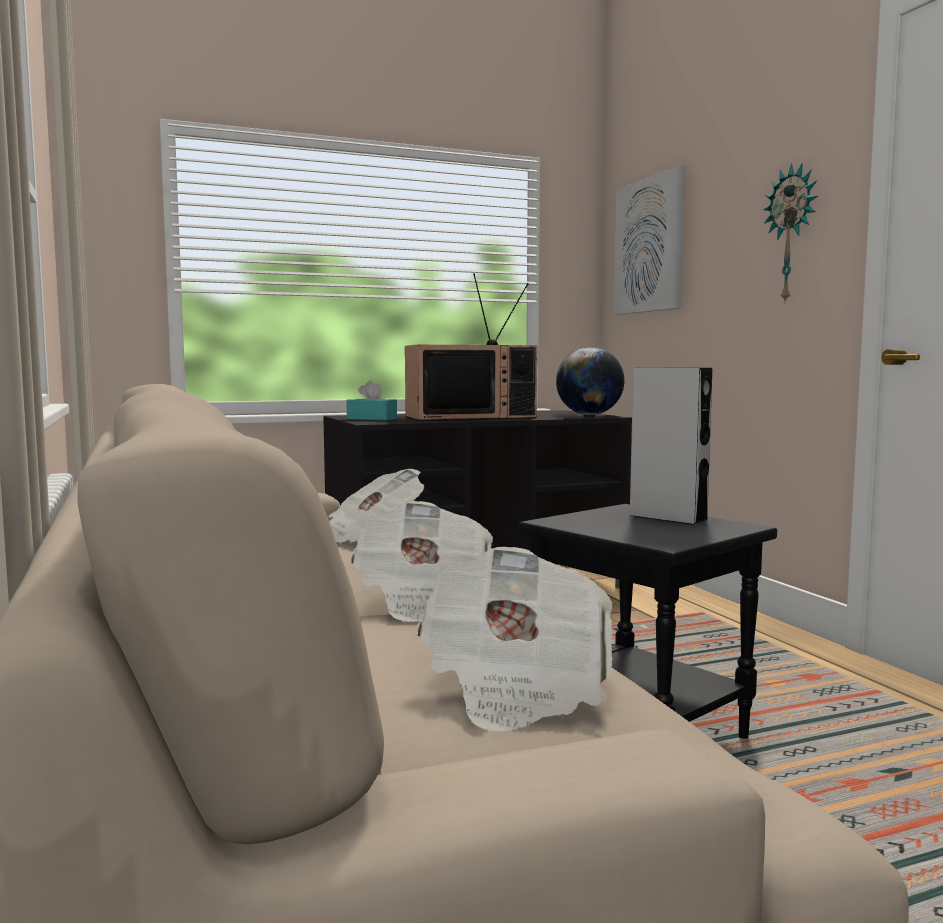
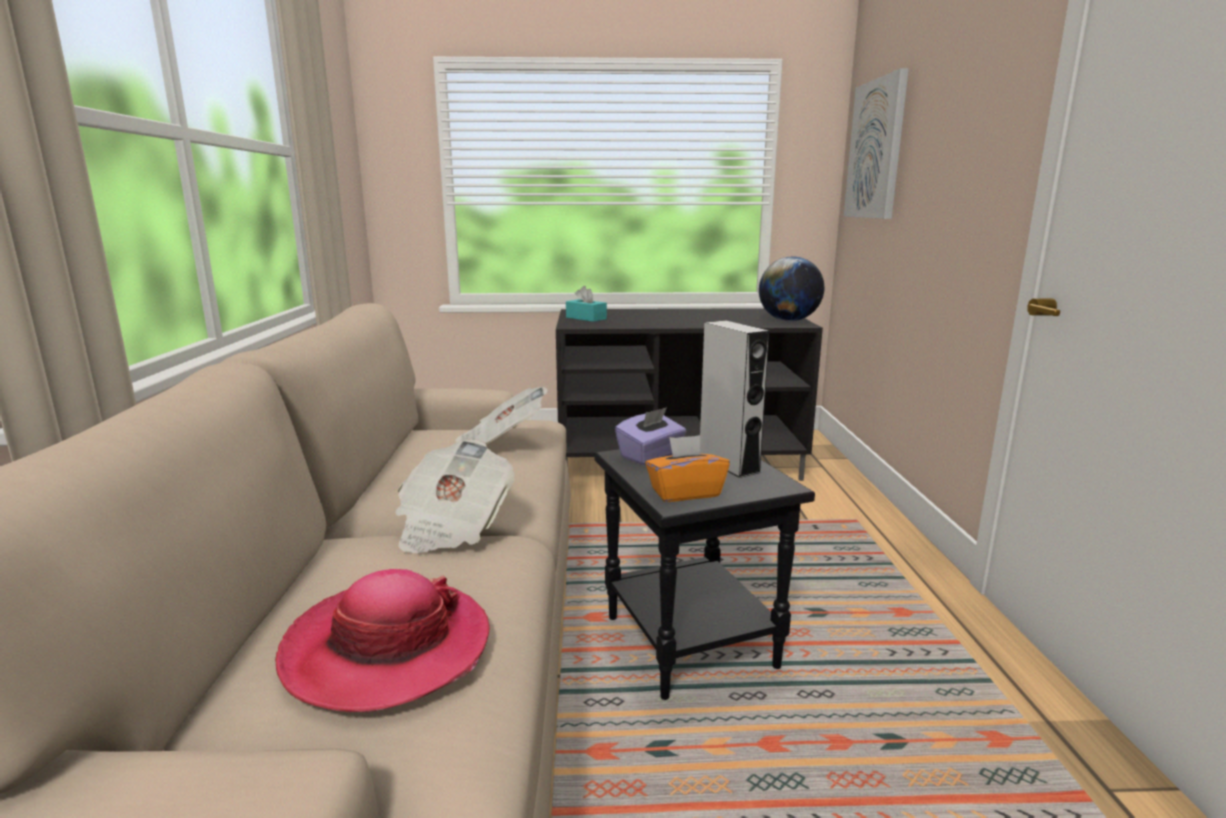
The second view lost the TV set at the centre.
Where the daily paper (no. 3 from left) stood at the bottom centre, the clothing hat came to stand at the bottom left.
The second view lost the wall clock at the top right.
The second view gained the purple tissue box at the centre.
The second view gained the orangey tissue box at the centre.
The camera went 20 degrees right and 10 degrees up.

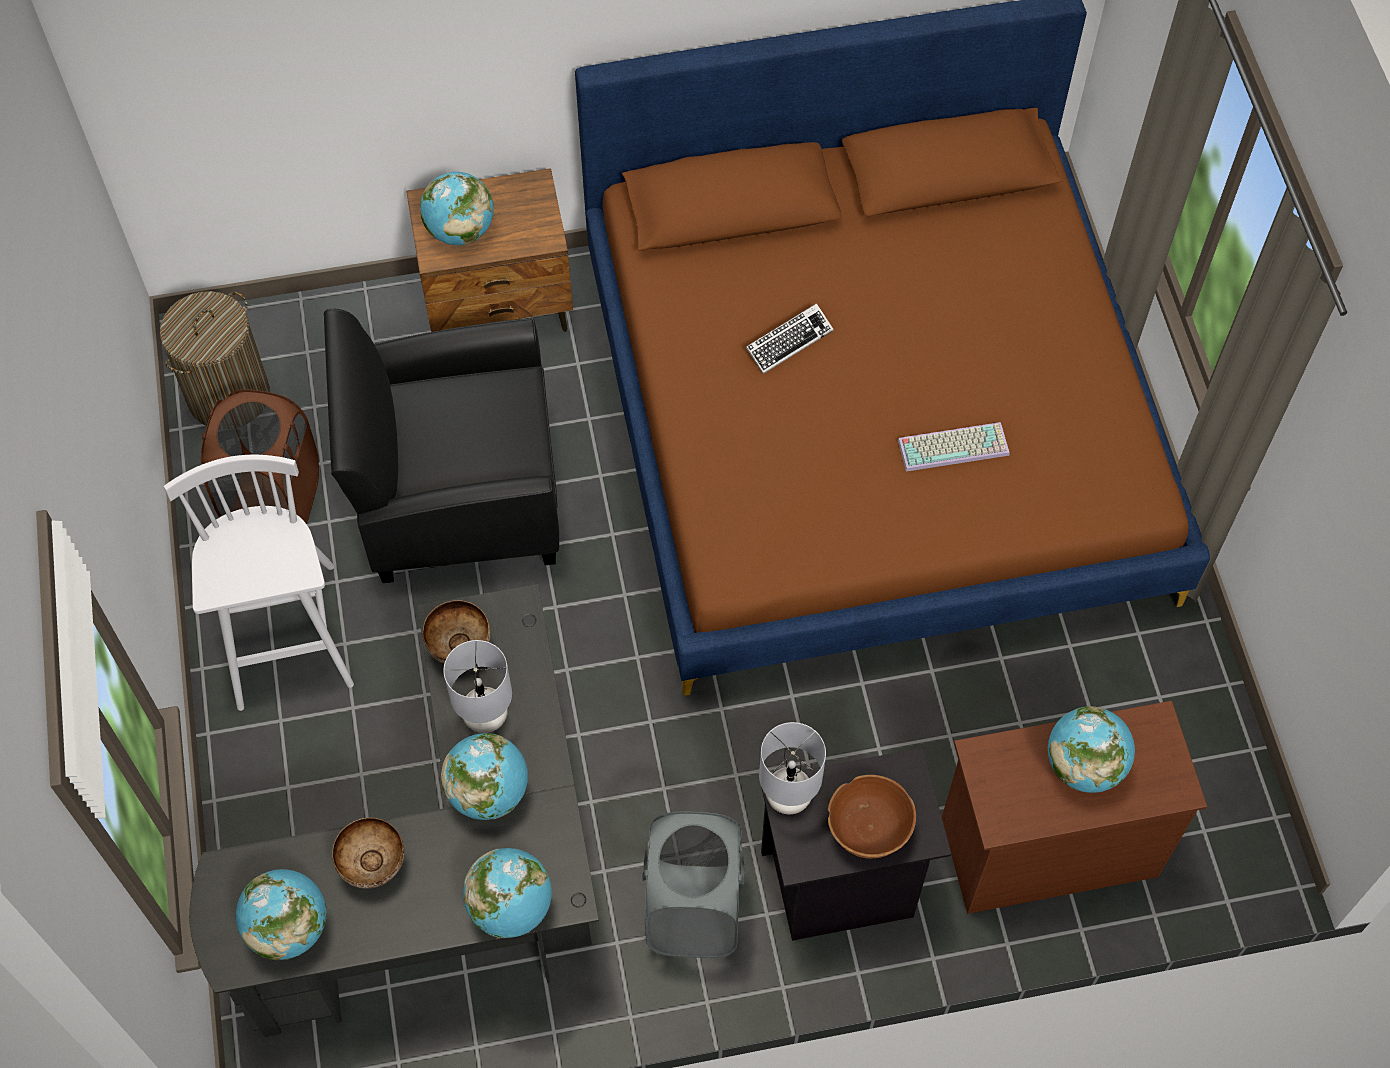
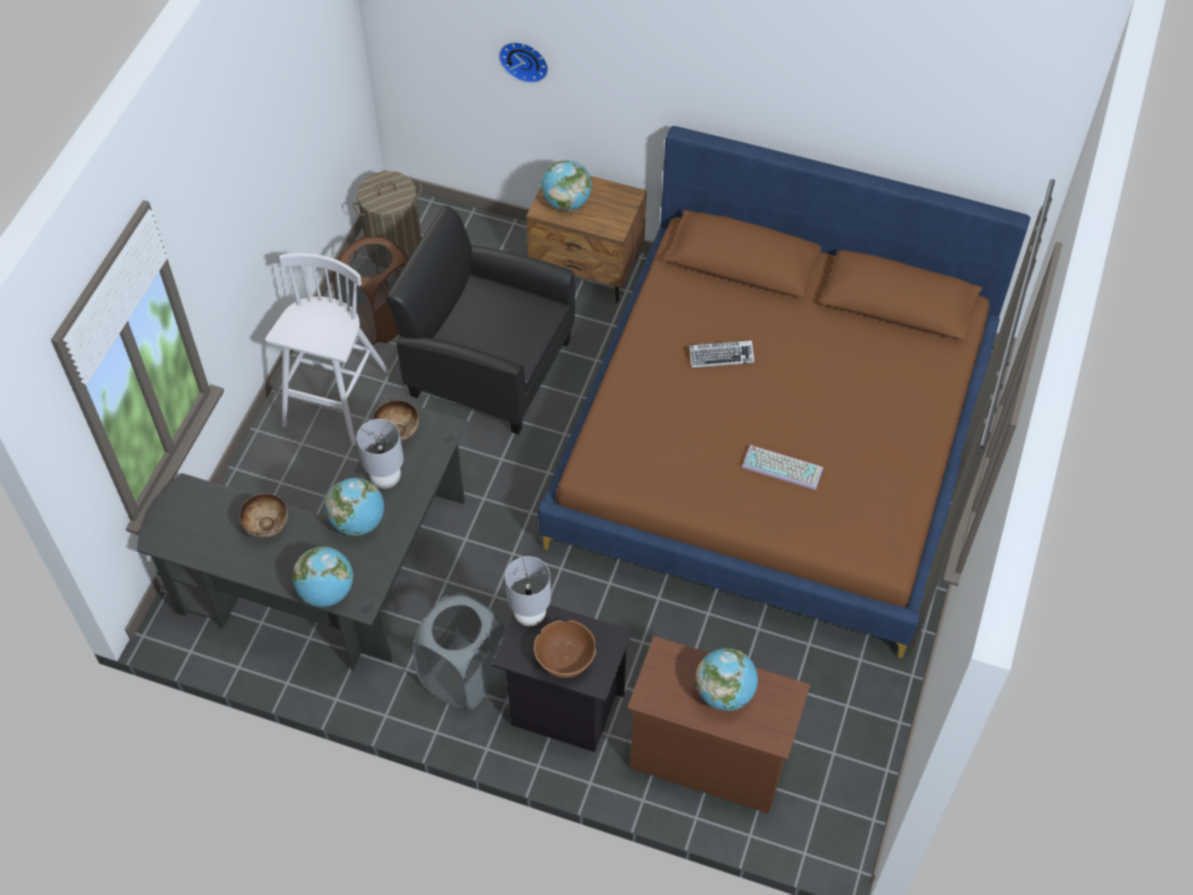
The second view lost the world globe (no. 1 from left) at the bottom left.
The second view gained the wall clock at the top centre.
The camera went 30 degrees right and 5 degrees down.

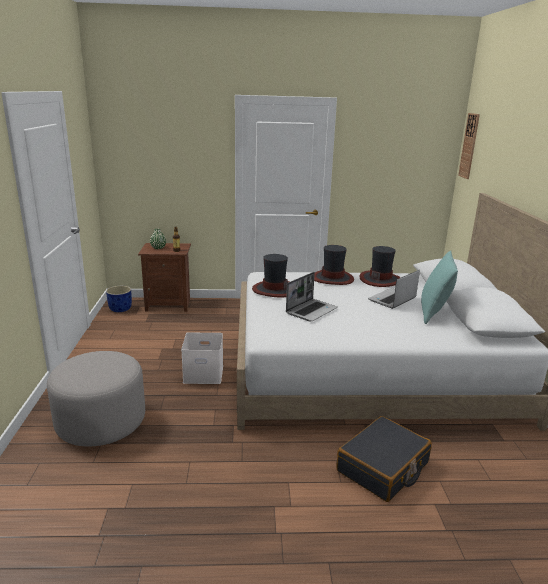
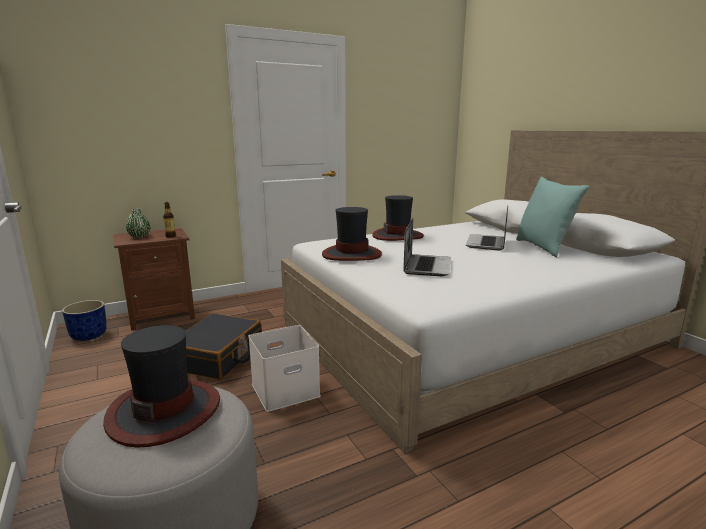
The blackish travel case ended up elsewhere, having gone from the bottom right to the middle left.
The clothing hat (no. 3 from left in the first image) ended up elsewhere, having gone from the middle right to the bottom left.
The second view lost the wall clock at the top right.
The camera went 25 degrees left and 5 degrees down.

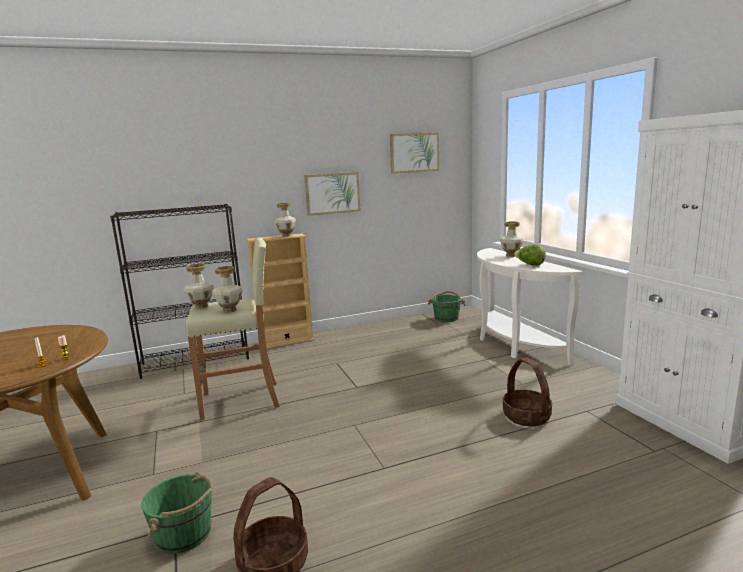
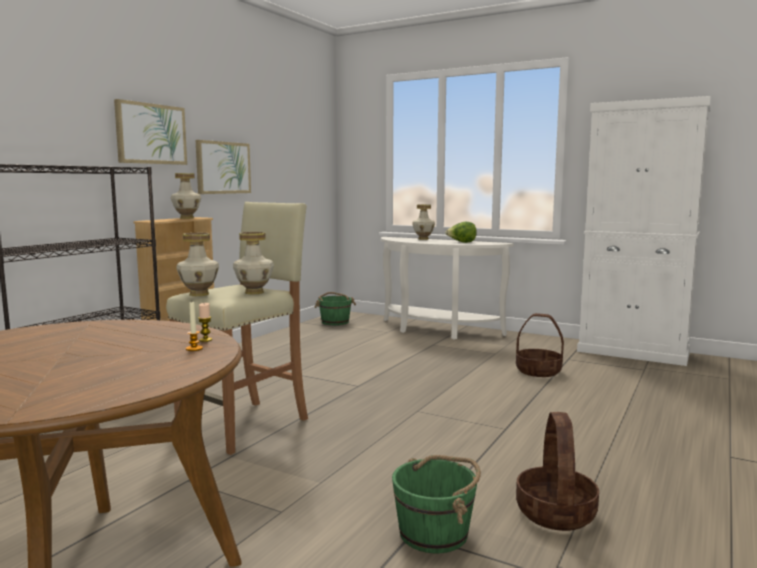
The wall art (no. 2 from left in the first image) ended up elsewhere, having gone from the top centre to the top left.
The camera went 40 degrees left and 5 degrees down.

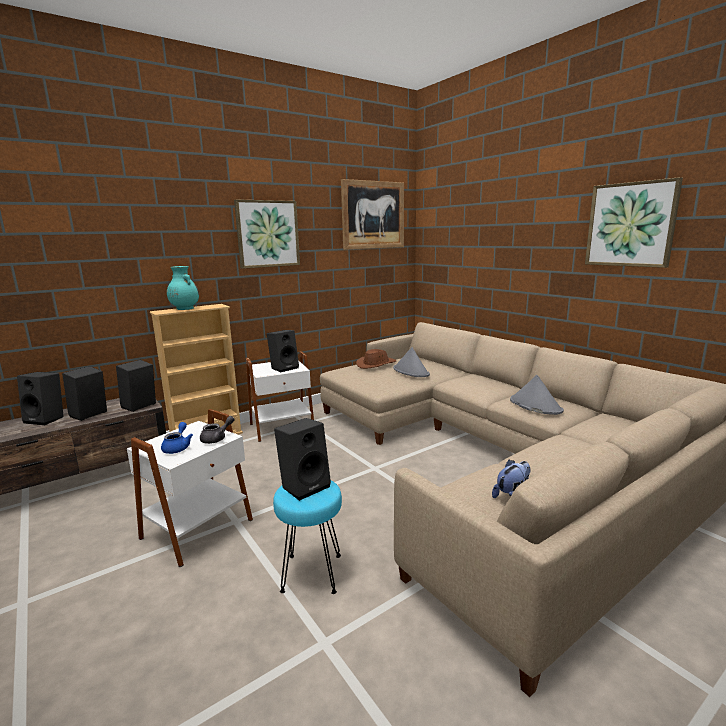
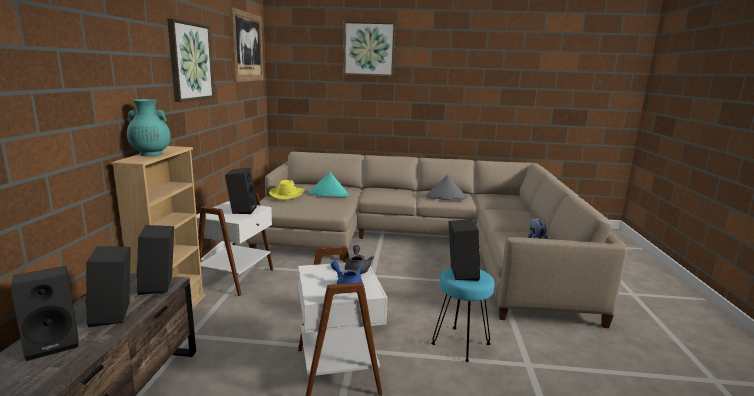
What was the brown clothing hat at the centre turned into the yellowish clothing hat at the centre.
What was the grey clothing hat (no. 1 from left) at the centre turned into the turquoise clothing hat at the centre.
The wall art (no. 3 from left) ended up elsewhere, having gone from the top right to the top centre.
The camera went 50 degrees left and 0 degrees up.

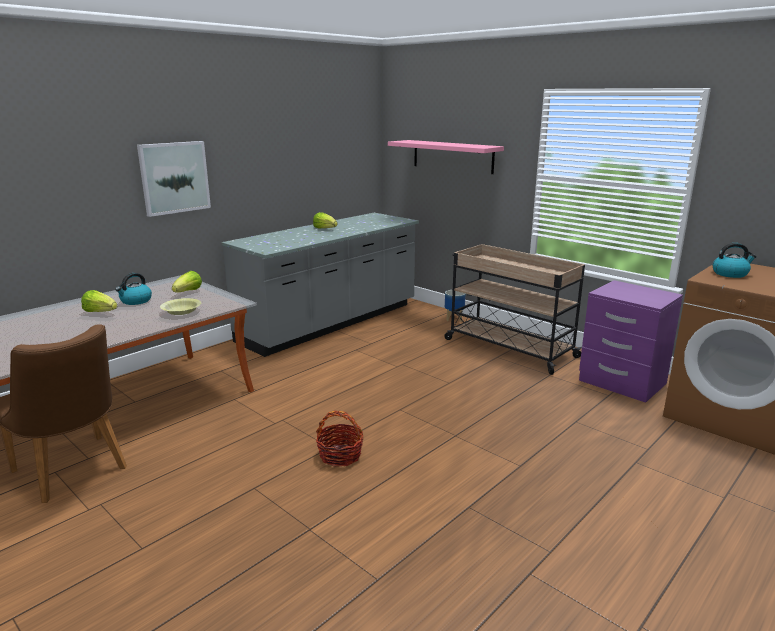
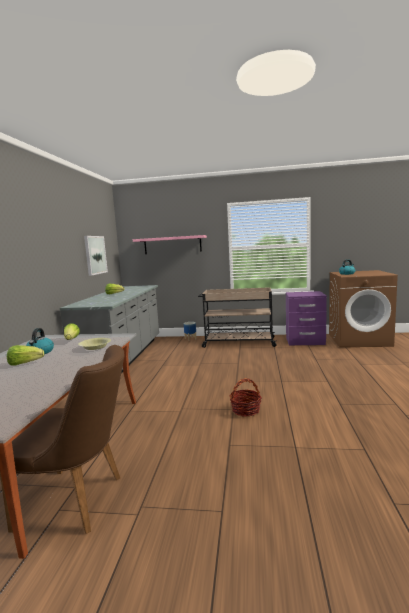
The wall art ended up elsewhere, having gone from the top left to the middle left.
The camera went 35 degrees left and 10 degrees down.

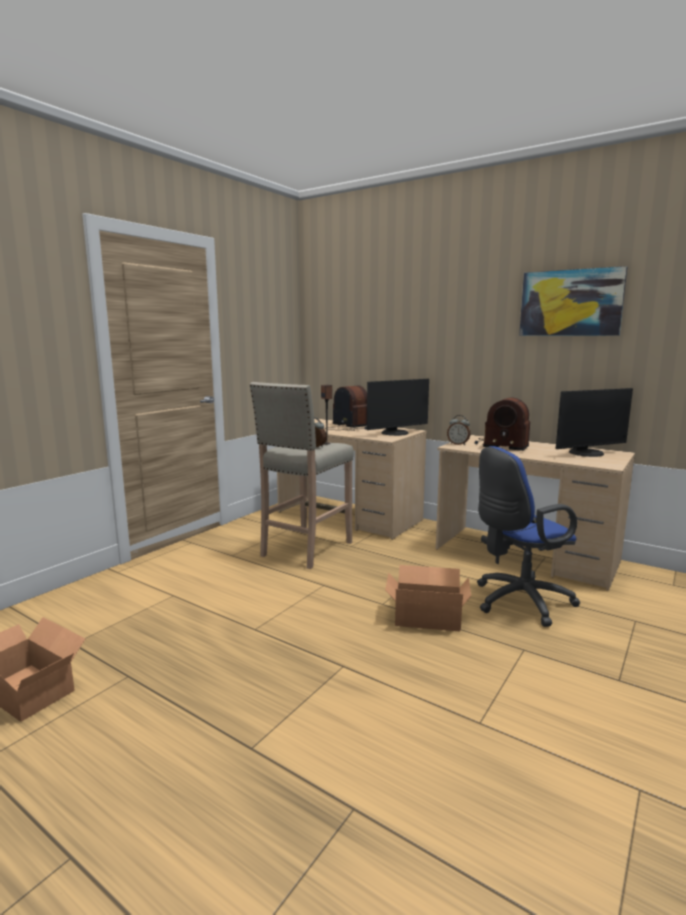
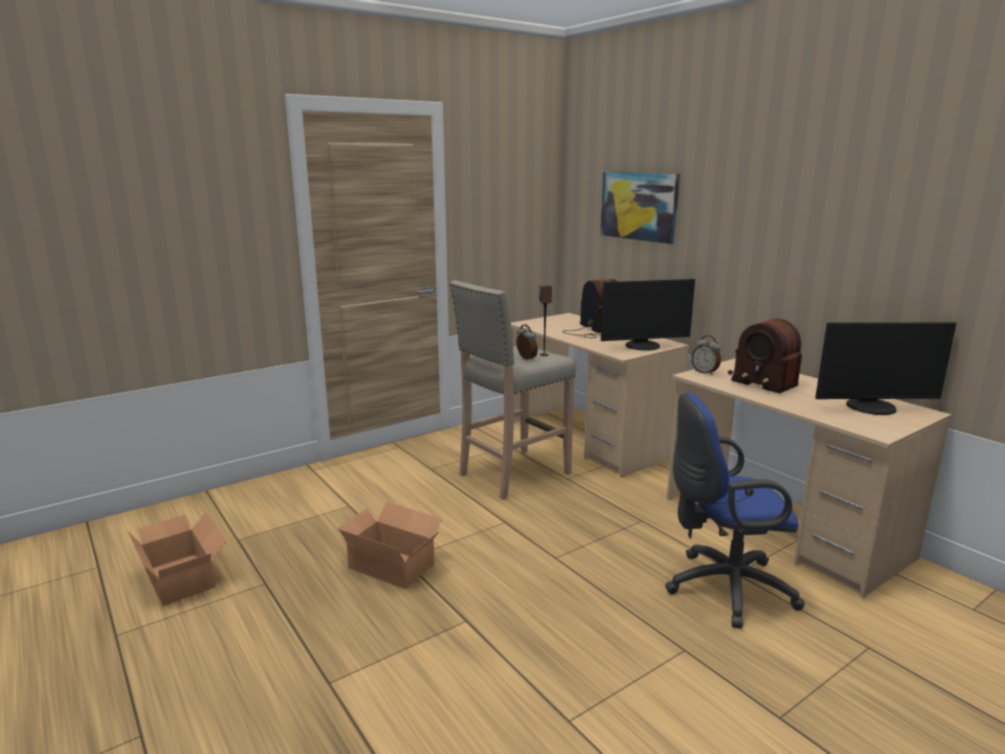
The packing box (no. 2 from left) ended up elsewhere, having gone from the centre to the bottom centre.
The wall art ended up elsewhere, having gone from the top right to the top centre.
The camera went 20 degrees right and 5 degrees up.

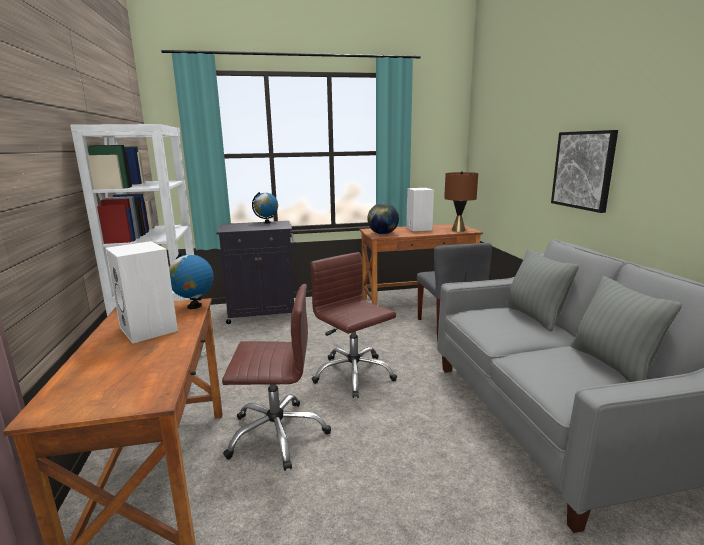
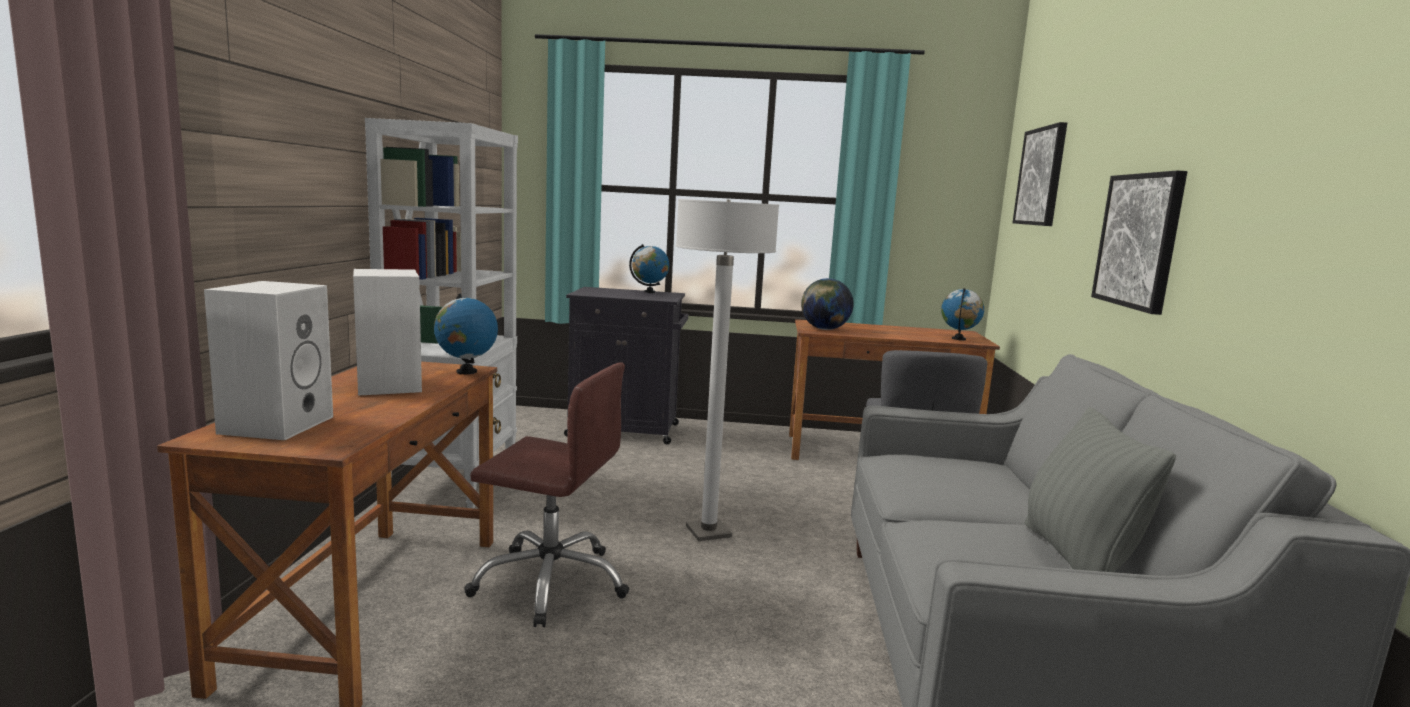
Where the brown computer chair (no. 2 from left) stood at the centre, the white-coloured floor lamp came to stand at the centre.
The white-coloured loudspeaker (no. 2 from left in the first image) ended up elsewhere, having gone from the centre to the middle left.
Where the brown table lamp stood at the centre, the world globe (no. 4 from left) came to stand at the middle right.
The second view lost the grey throw pillow (no. 1 from left) at the middle right.
The second view gained the wall art (no. 1 from left) at the top right.
The camera went 15 degrees right and 5 degrees down.

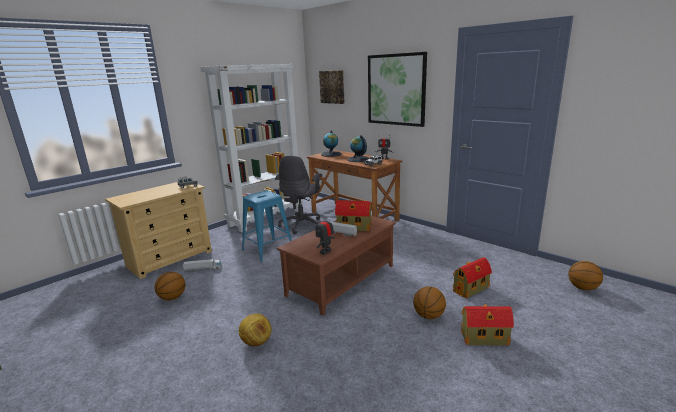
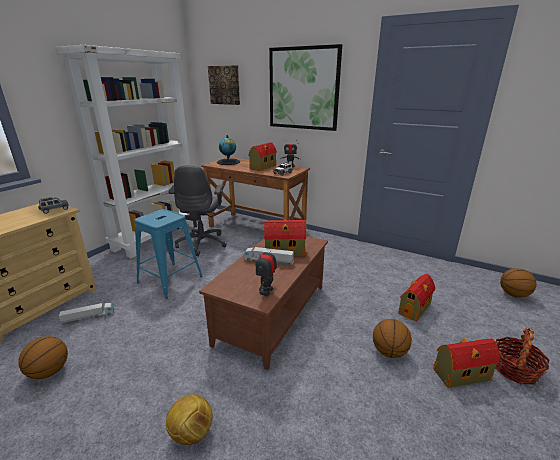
Where the world globe (no. 2 from left) stood at the centre, the toy house (no. 1 from left) came to stand at the centre.
The second view gained the basket at the bottom right.
The camera went 15 degrees left and 5 degrees up.

